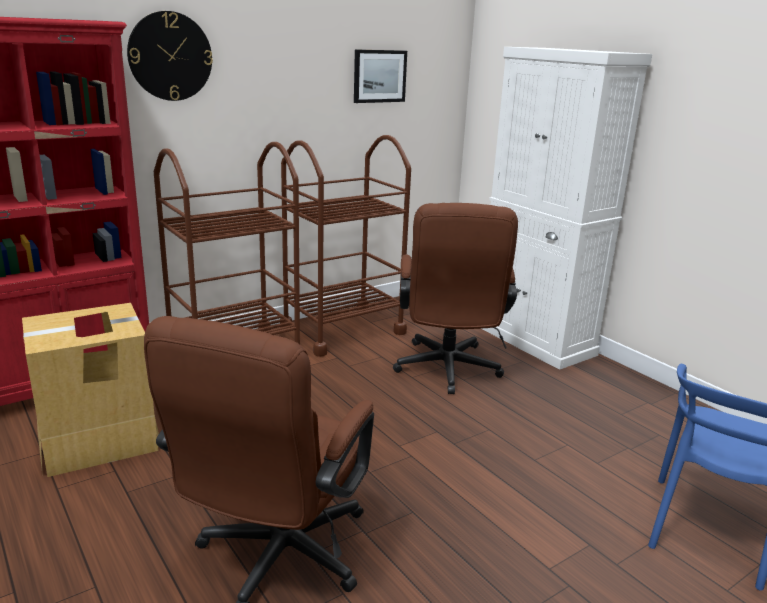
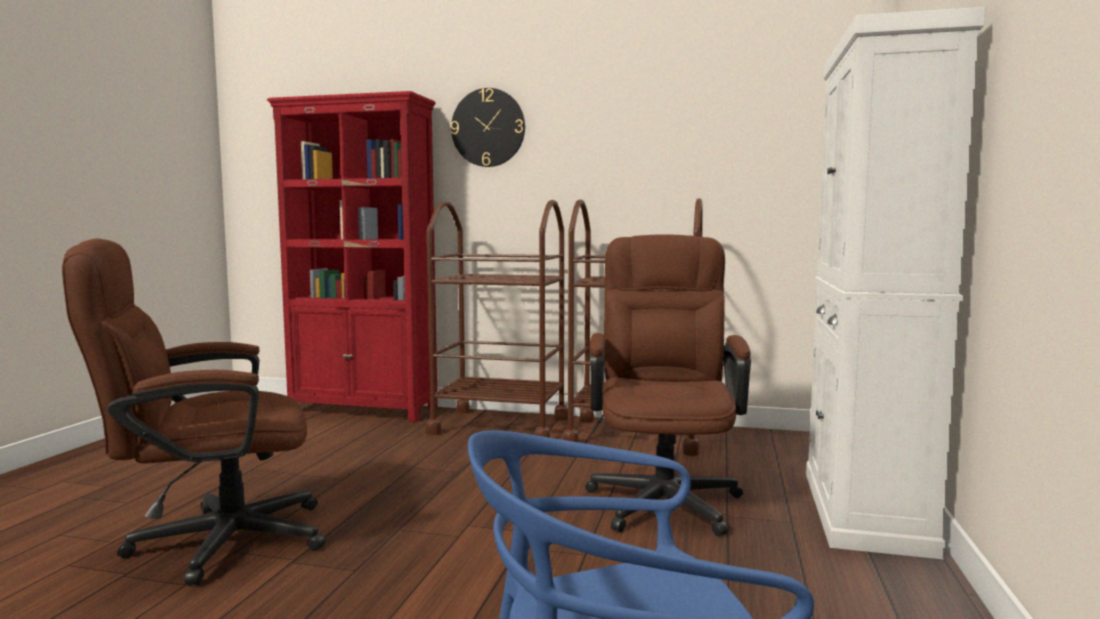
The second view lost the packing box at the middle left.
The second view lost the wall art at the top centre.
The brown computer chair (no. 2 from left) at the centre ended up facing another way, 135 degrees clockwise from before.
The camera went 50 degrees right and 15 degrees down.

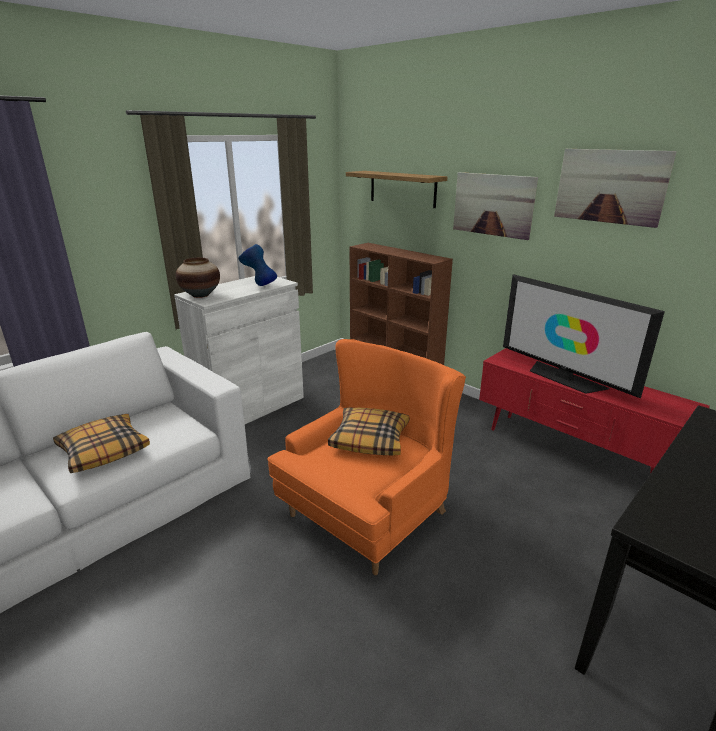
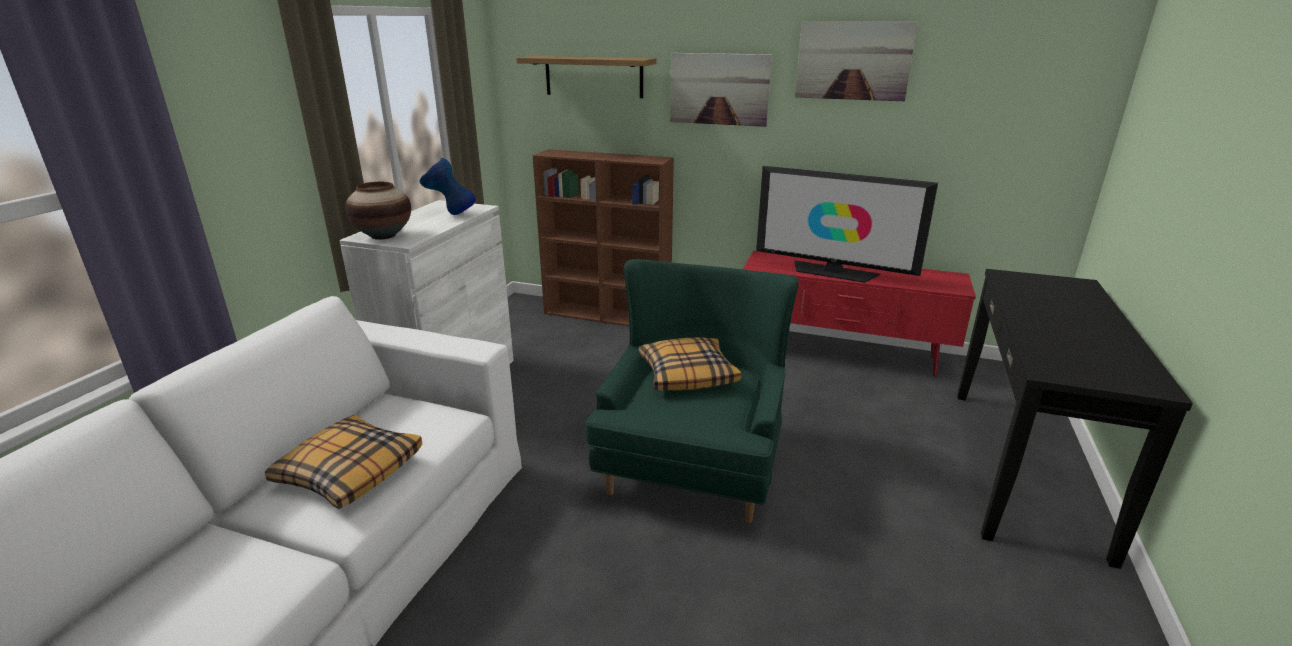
What was the orangey armchair at the centre turned into the green armchair at the centre.
The camera went 25 degrees left and 0 degrees up.

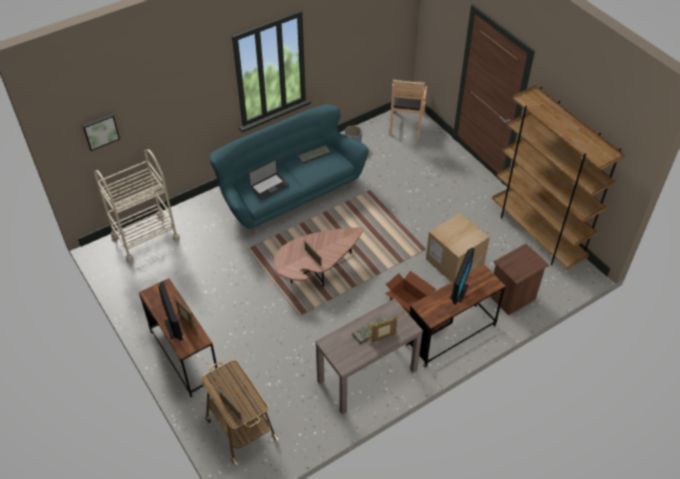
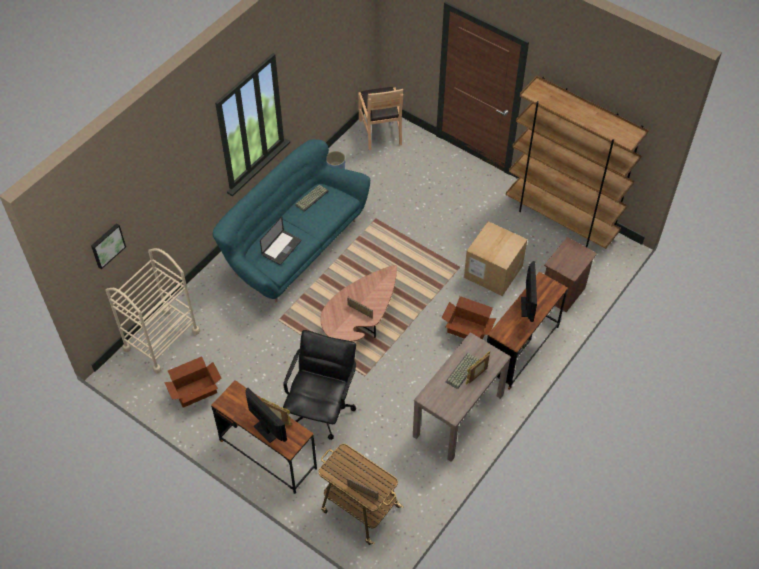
The second view gained the packing box (no. 1 from left) at the bottom left.
The second view gained the blackish computer chair at the bottom centre.
The camera went 20 degrees left and 5 degrees up.

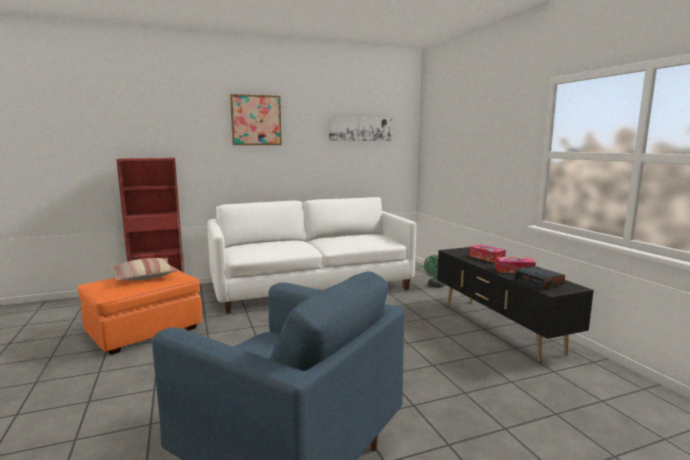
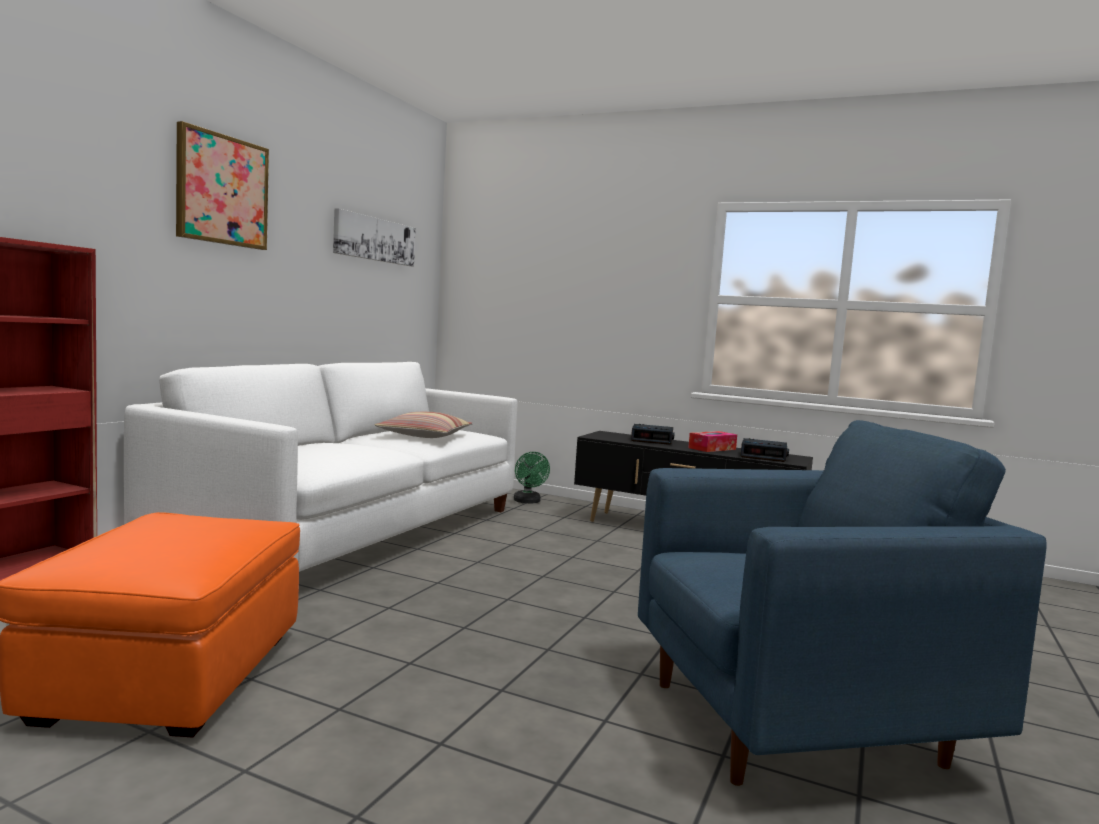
The throw pillow ended up elsewhere, having gone from the middle left to the centre.
Where the tissue box (no. 1 from left) stood at the middle right, the alarm clock (no. 1 from left) came to stand at the centre.
The camera went 45 degrees left and 5 degrees down.

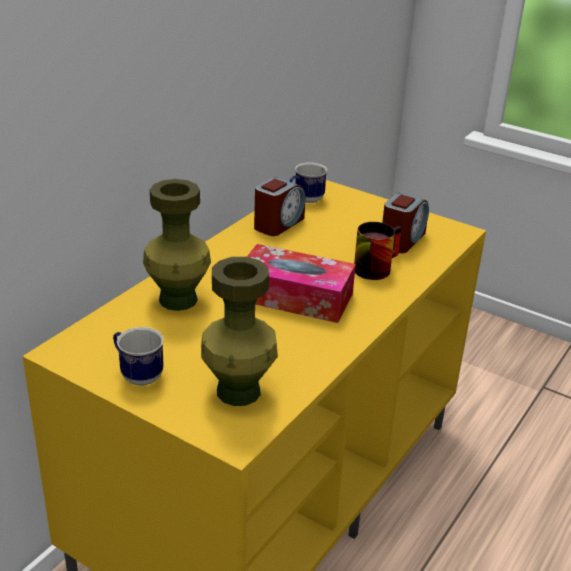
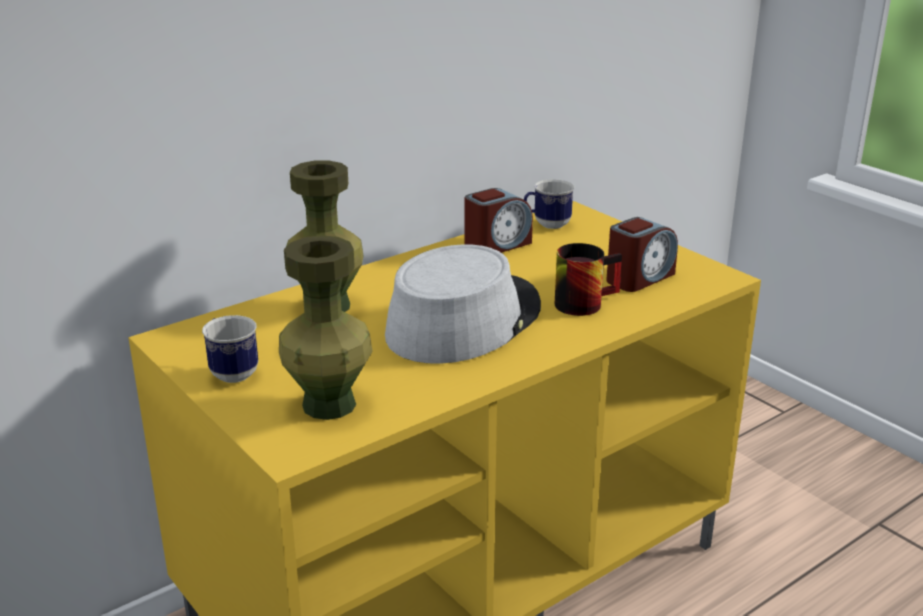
Where the tissue box stood at the centre, the grey clothing hat came to stand at the centre.
The camera went 20 degrees right and 5 degrees down.

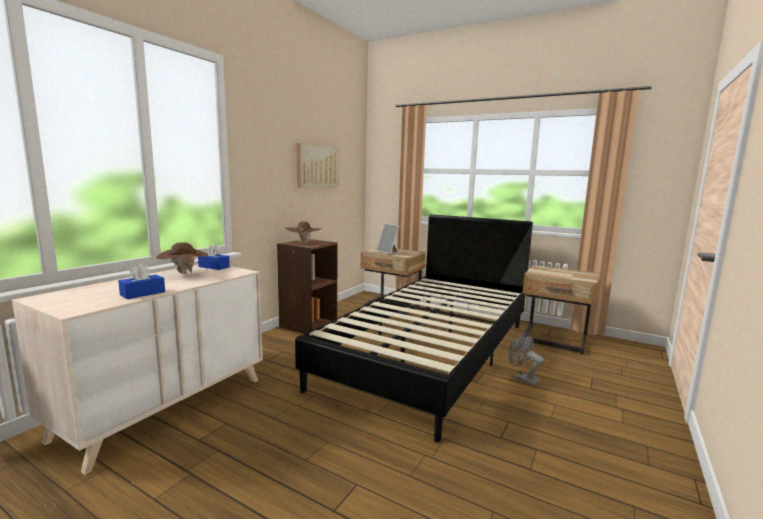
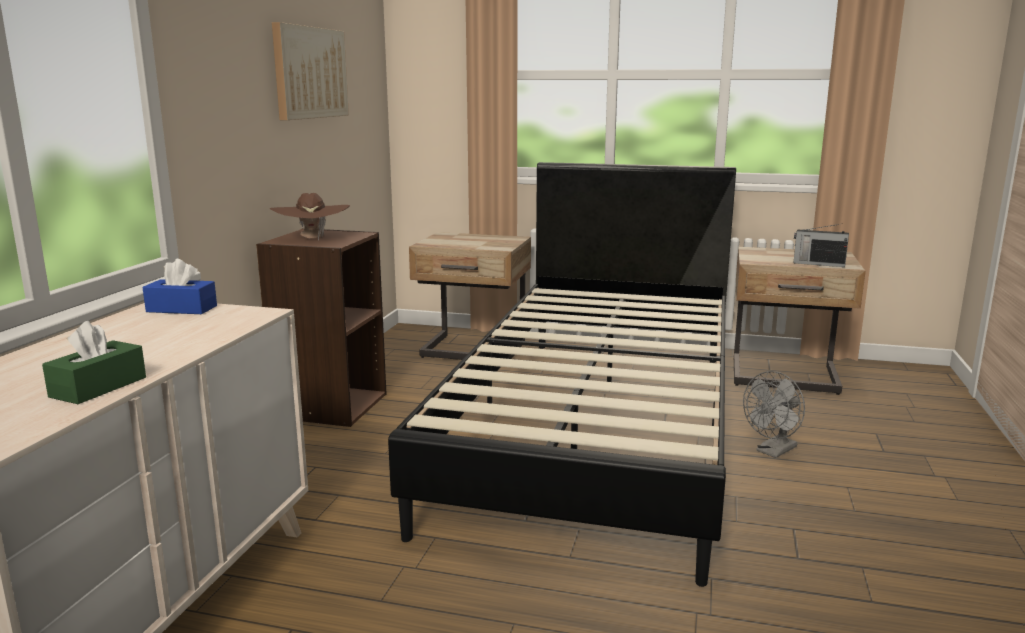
What was the blue-coloured tissue box (no. 1 from left) at the middle left turned into the green tissue box at the middle left.
The second view lost the brown clothing hat (no. 1 from left) at the middle left.
The second view lost the standing frame at the centre.
The grey electric fan at the bottom right ended up facing another way, 75 degrees counterclockwise from before.
The second view gained the radio receiver at the middle right.
The camera went 15 degrees left and 5 degrees up.

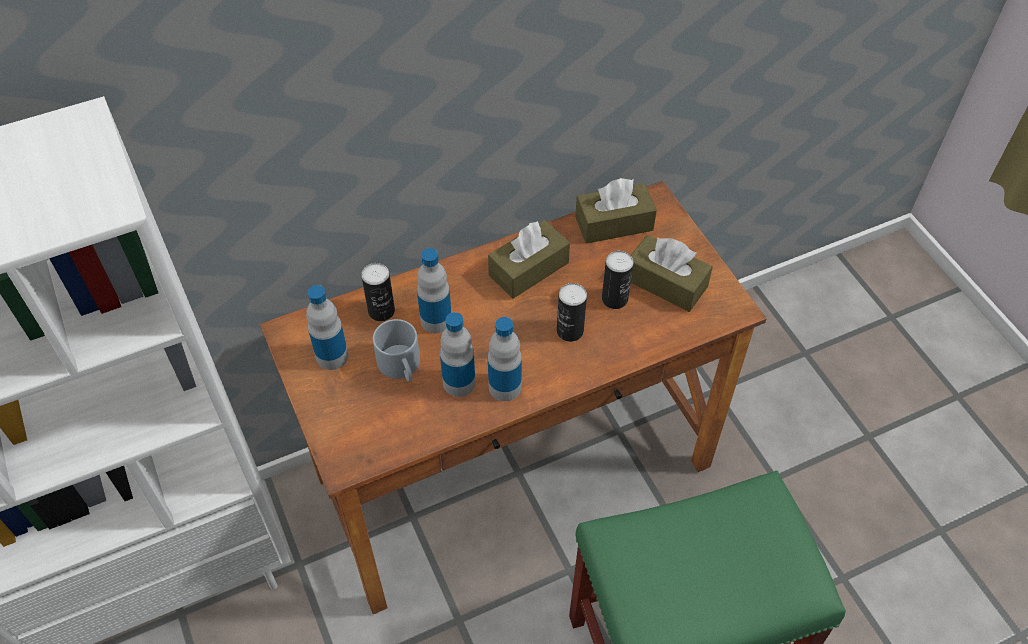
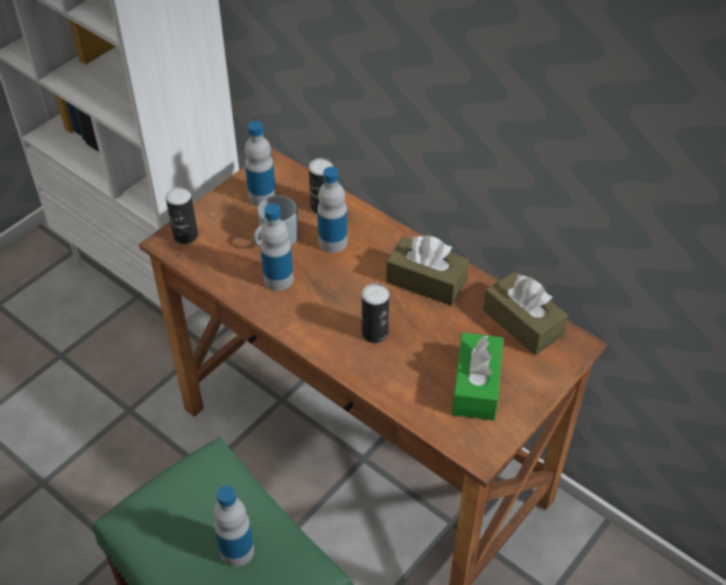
The drink bottle (no. 4 from left in the first image) ended up elsewhere, having gone from the centre to the bottom left.
The can (no. 3 from left in the first image) ended up elsewhere, having gone from the centre to the middle left.
What was the brown tissue box (no. 3 from left) at the centre turned into the green tissue box at the centre.
The camera went 65 degrees right and 5 degrees down.

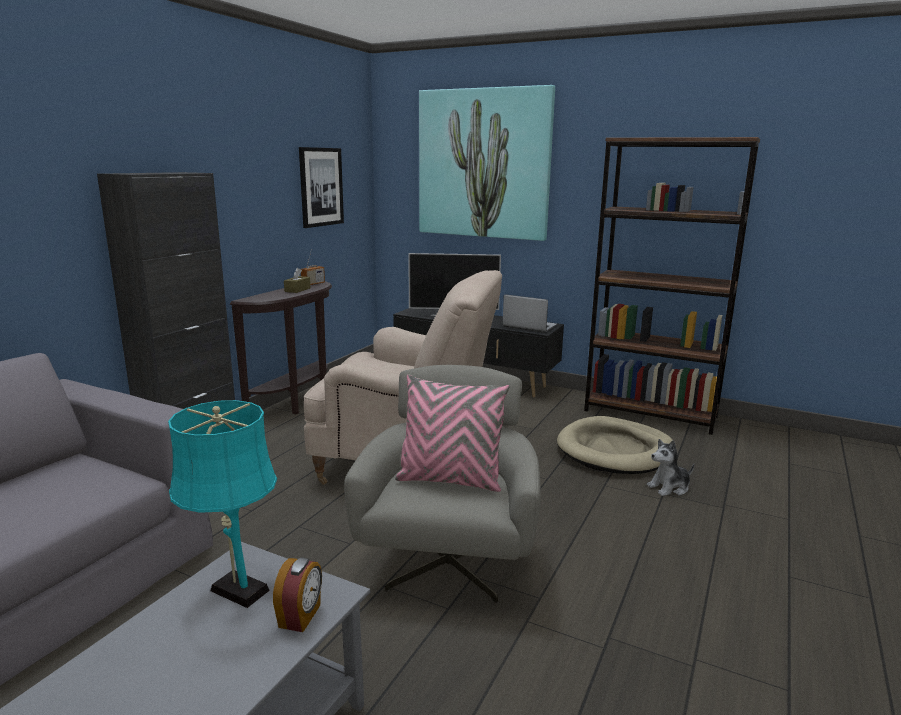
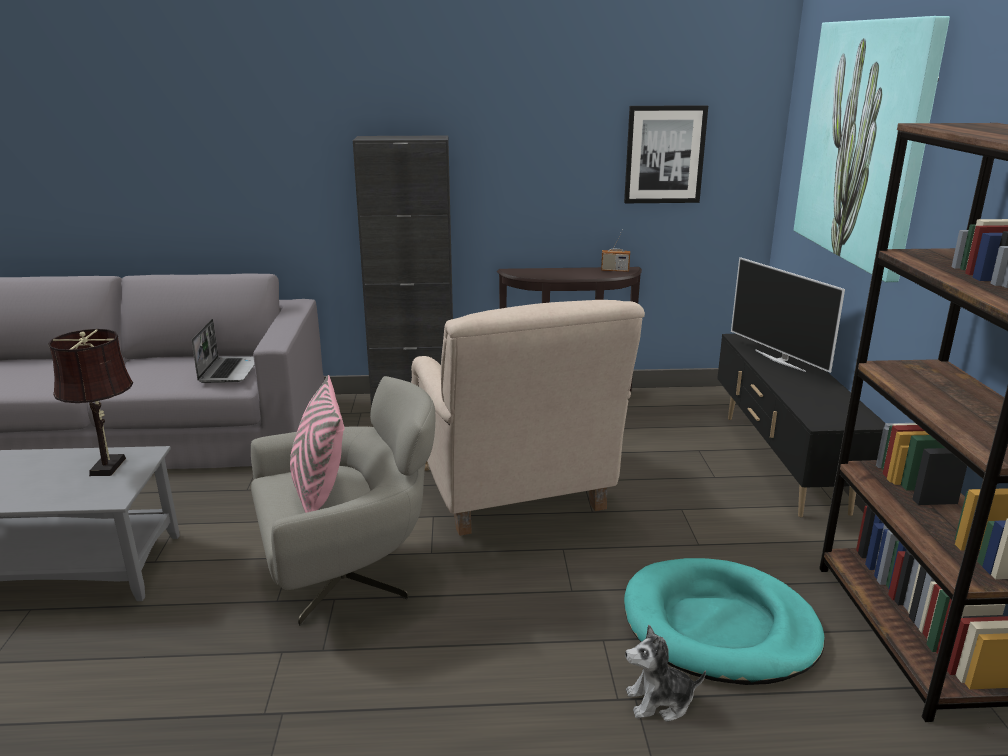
What was the turquoise table lamp at the bottom left turned into the brown table lamp at the middle left.
The second view lost the alarm clock at the bottom left.
The second view lost the brown tissue box at the middle left.
The laptop ended up elsewhere, having gone from the centre to the middle left.
What was the sand-coloured pet bed at the middle right turned into the turquoise pet bed at the bottom right.
The soft toy at the middle right ended up facing another way, 45 degrees counterclockwise from before.
The camera went 60 degrees right and 5 degrees up.

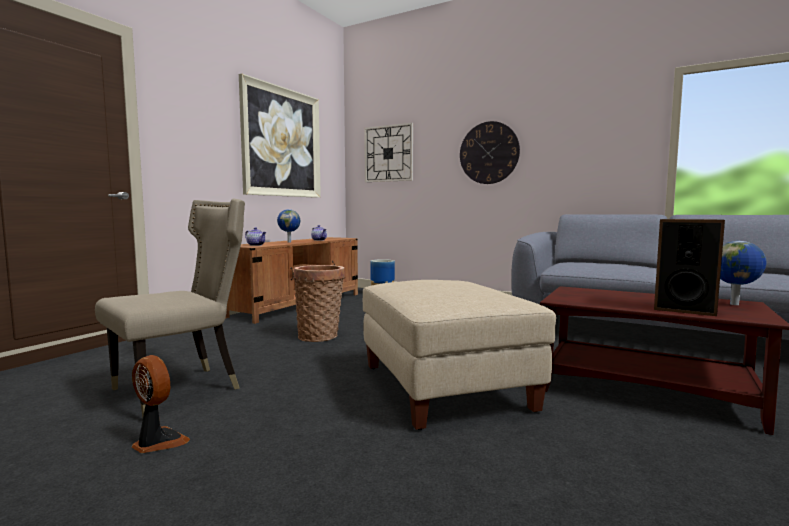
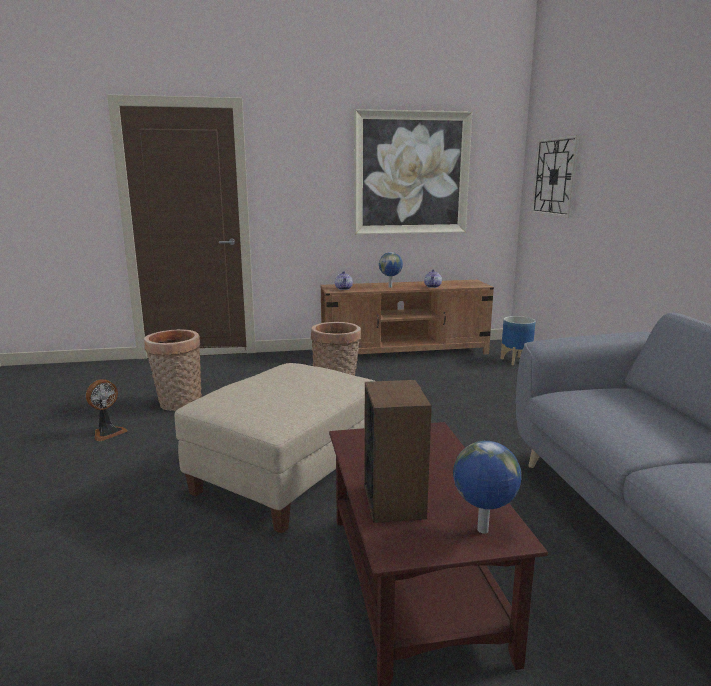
Where the sand-coloured plain chair stood at the middle left, the basket (no. 1 from left) came to stand at the middle left.
The electric fan at the bottom left ended up facing another way, 45 degrees clockwise from before.
The second view lost the wall clock (no. 2 from left) at the top centre.
The camera went 50 degrees right and 10 degrees up.

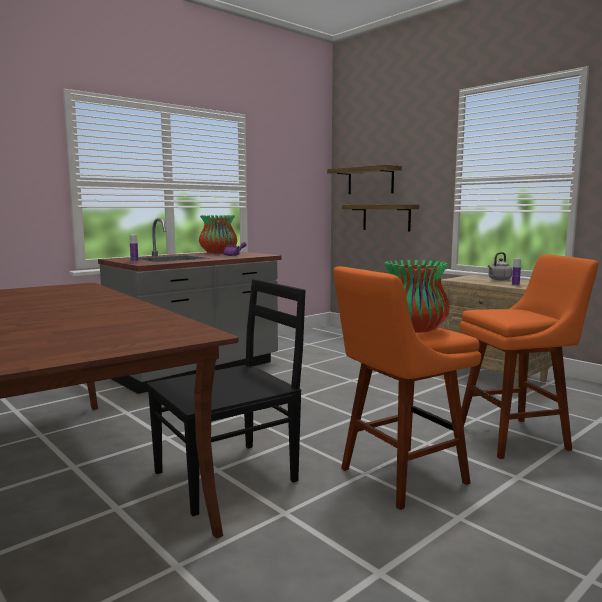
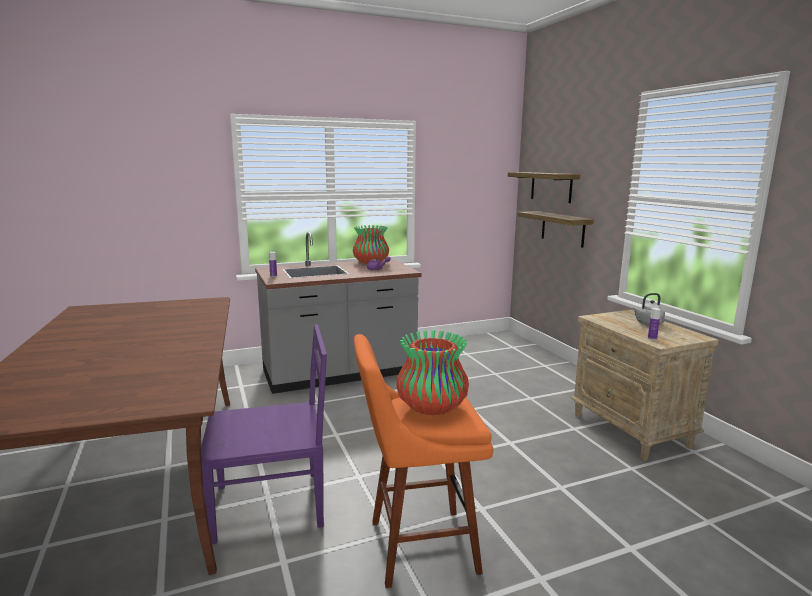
What was the blackish plain chair at the centre turned into the purple plain chair at the bottom left.
The second view lost the orangey sitting stool (no. 2 from left) at the middle right.
The camera went 20 degrees right and 5 degrees up.

